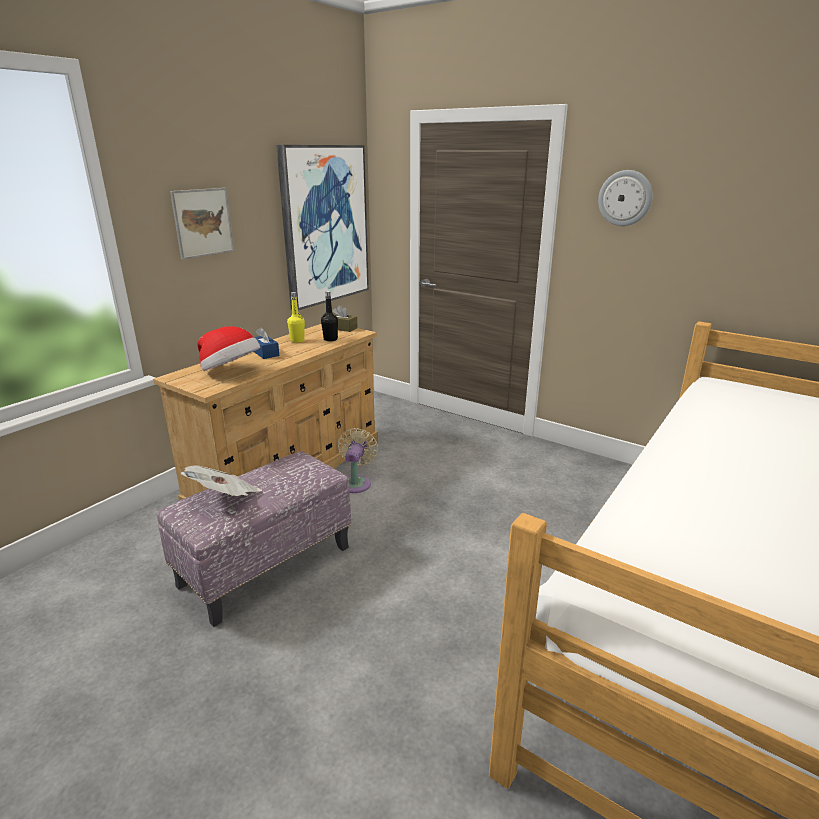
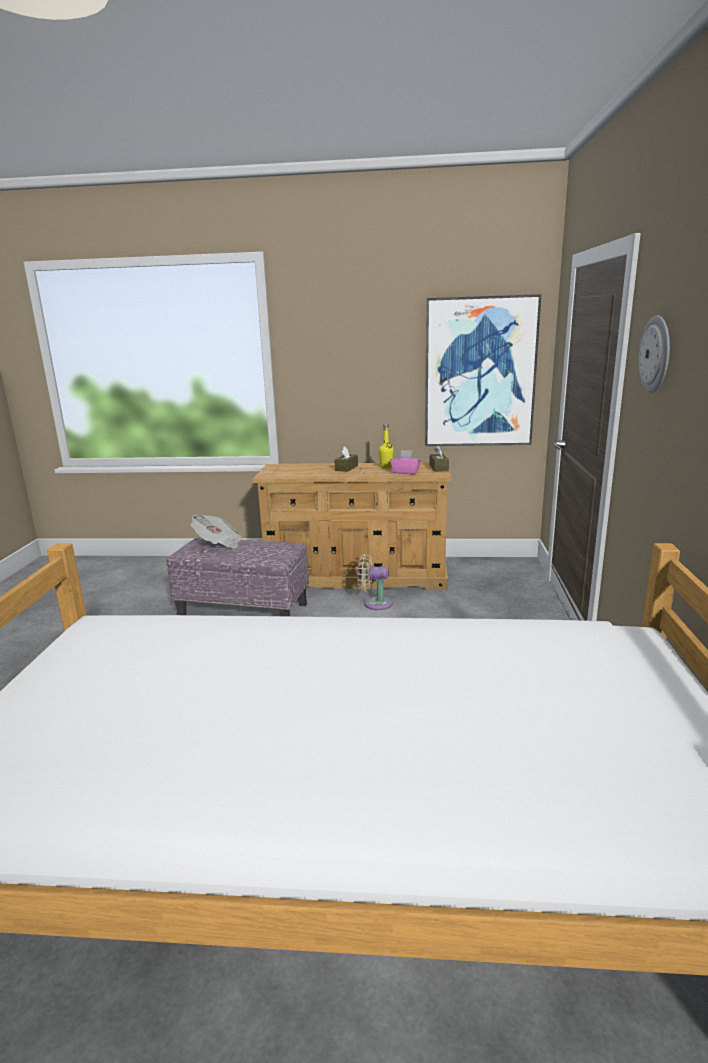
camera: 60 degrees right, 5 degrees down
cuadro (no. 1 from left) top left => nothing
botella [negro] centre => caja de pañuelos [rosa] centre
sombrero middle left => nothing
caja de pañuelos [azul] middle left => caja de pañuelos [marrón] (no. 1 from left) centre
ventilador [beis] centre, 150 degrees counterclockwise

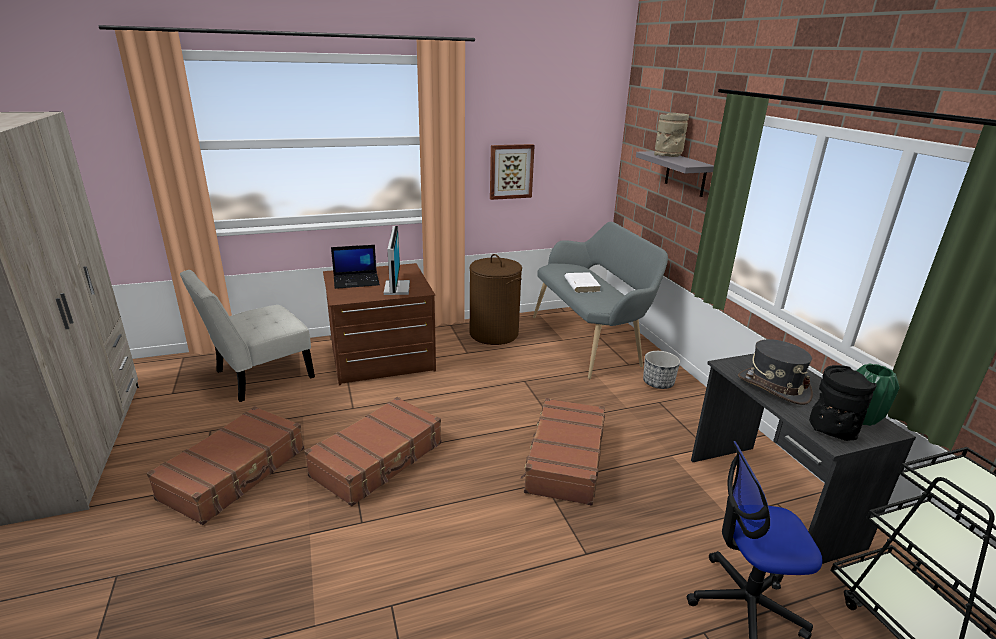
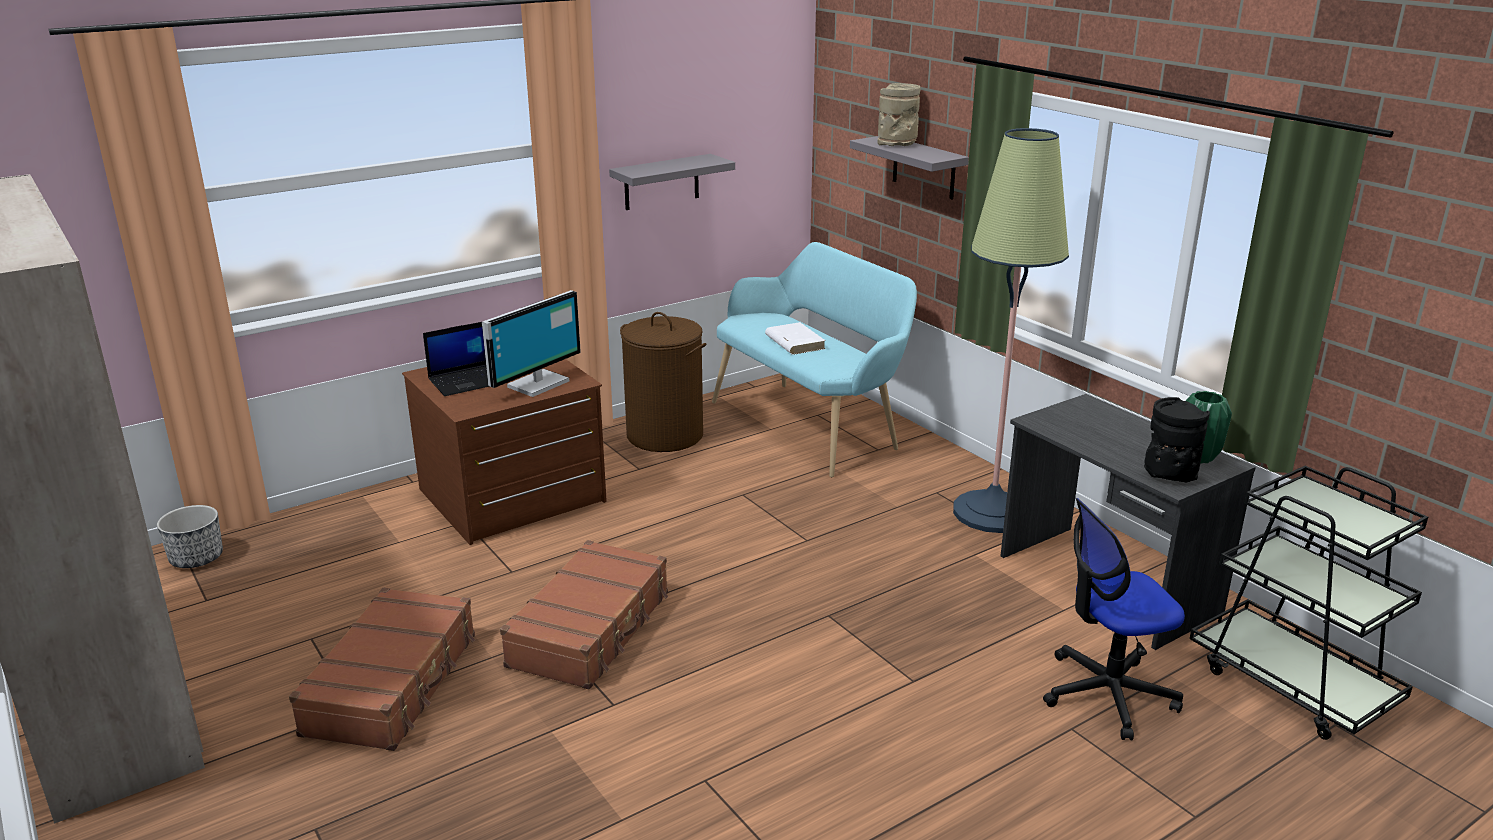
camera: 15 degrees left, 0 degrees up
cuadro top centre => estante [gris] (no. 1 from left) top centre
banco [gris] centre => banco [turquesa] centre
monitor centre, 60 degrees clockwise
silla [blanco] middle left => nothing
sombrero [gris] middle right => nothing
maceta centre => maceta middle left, relocated
maleta [marrón] (no. 3 from left) bottom centre => nothing
nothing => lámpara de pie middle right

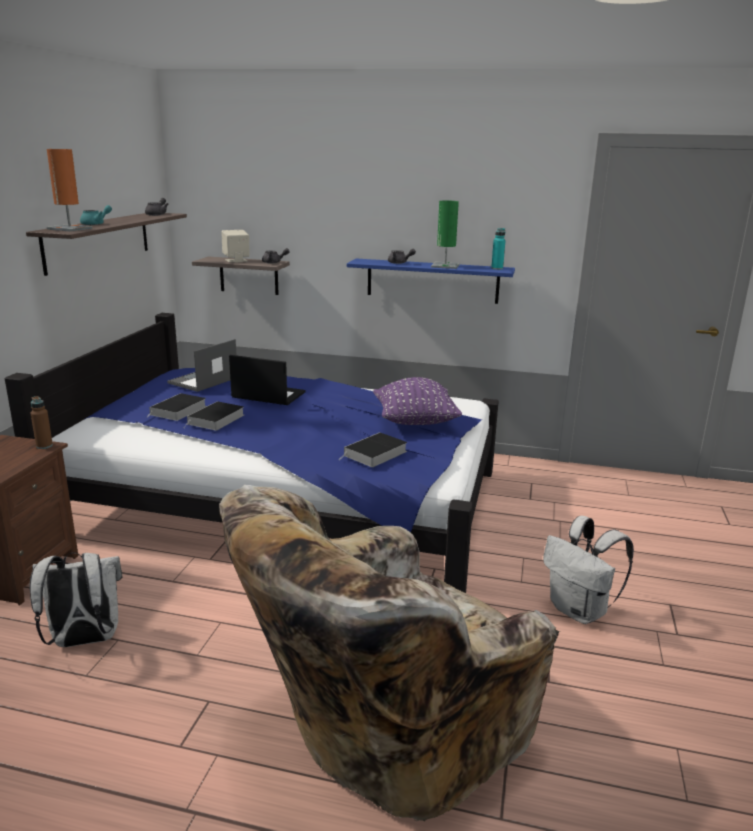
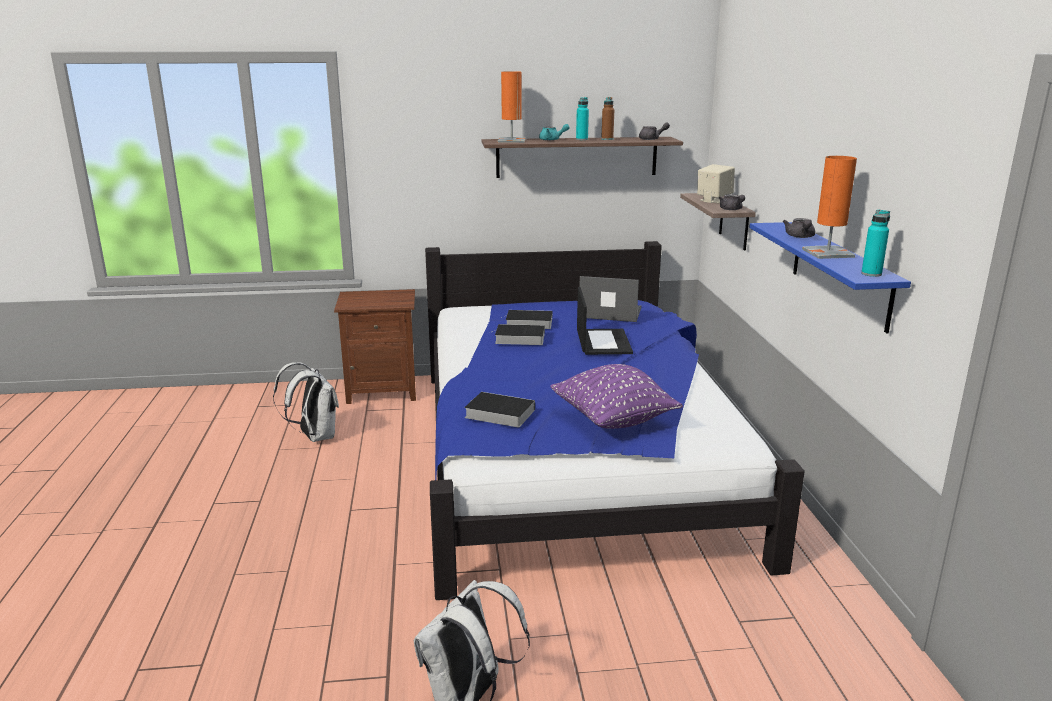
camera: 70 degrees right, 0 degrees up
lámpara de mesa [verde] top centre => lámpara de mesa [naranja] (no. 2 from left) top right
botella [marrón] middle left => botella [marrón] top centre, relocated
sillón [beis] bottom centre => nothing
nothing => botella [turquesa] (no. 1 from left) top centre

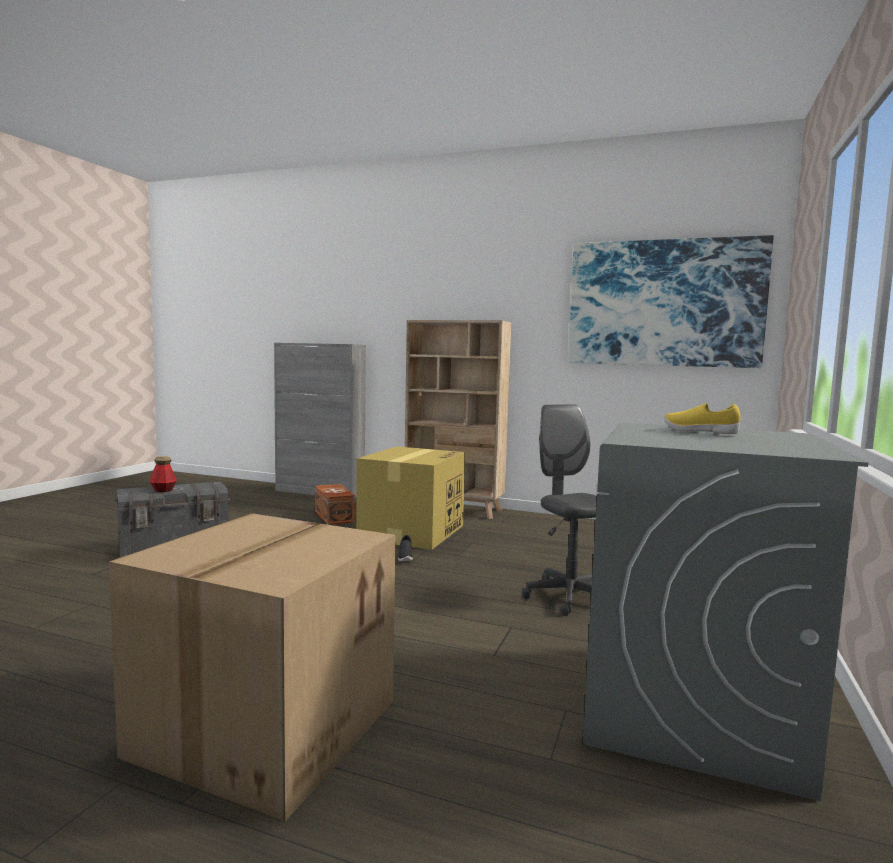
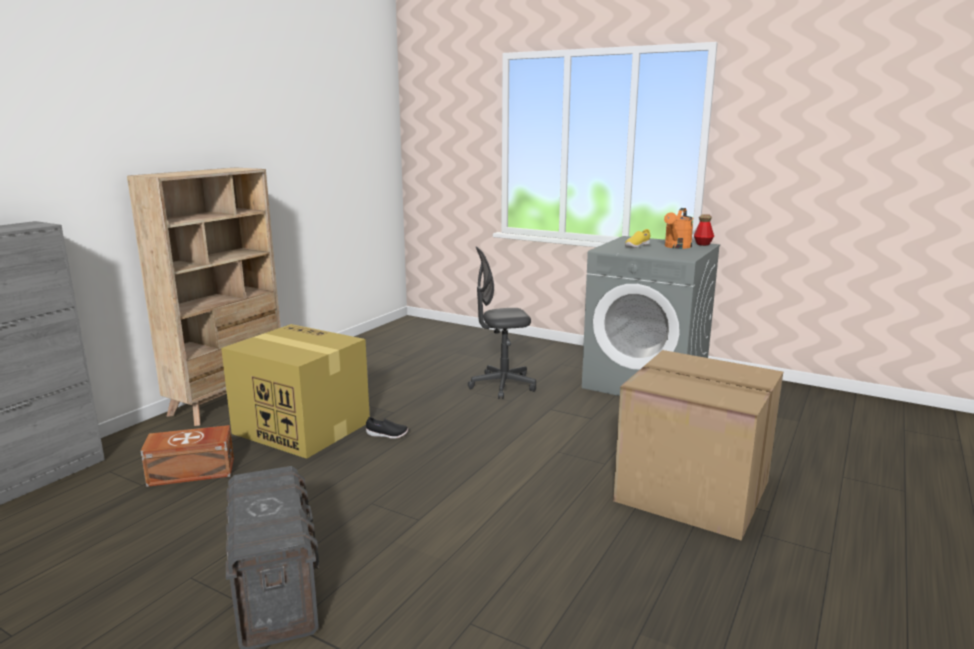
camera: 80 degrees left, 10 degrees up
cuadro middle right => nothing
botella middle left => botella middle right, relocated
nothing => regadera [naranja] middle right

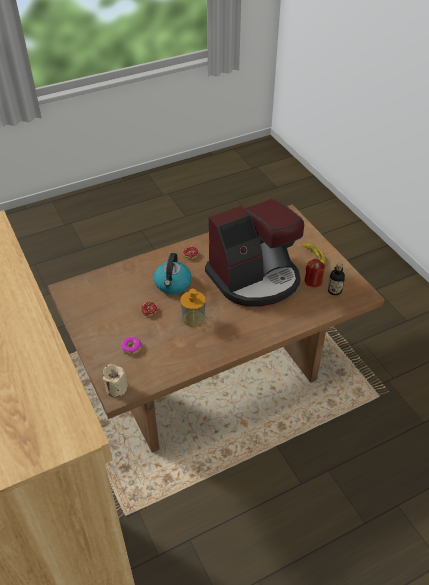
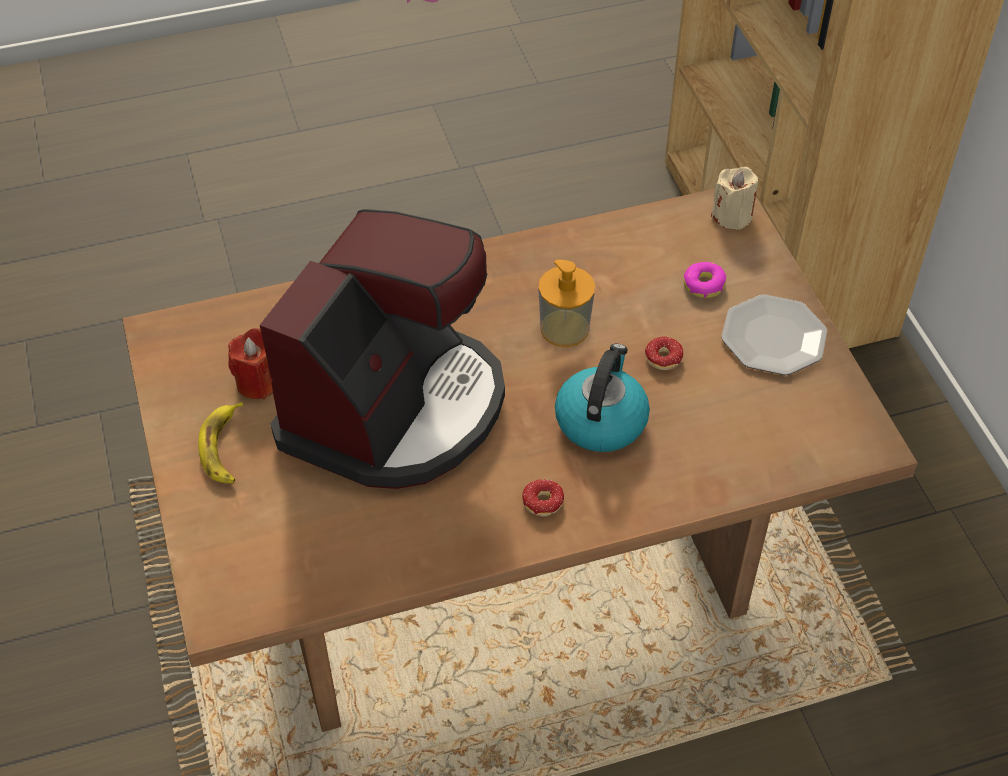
camera: 170 degrees left, 5 degrees up
cafetera centre, 135 degrees clockwise
botella middle right => nothing
nothing => plato middle right

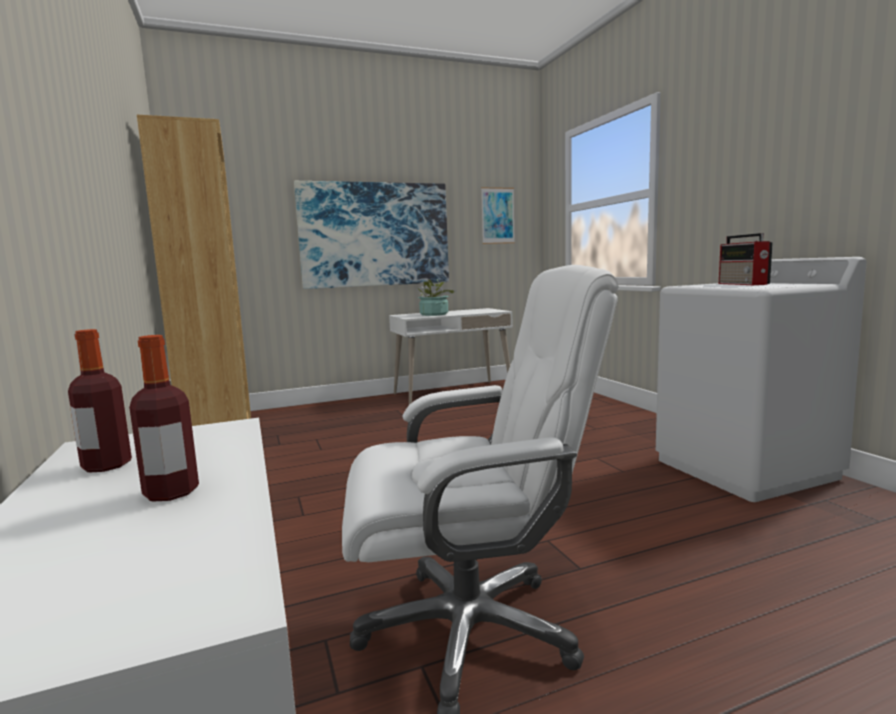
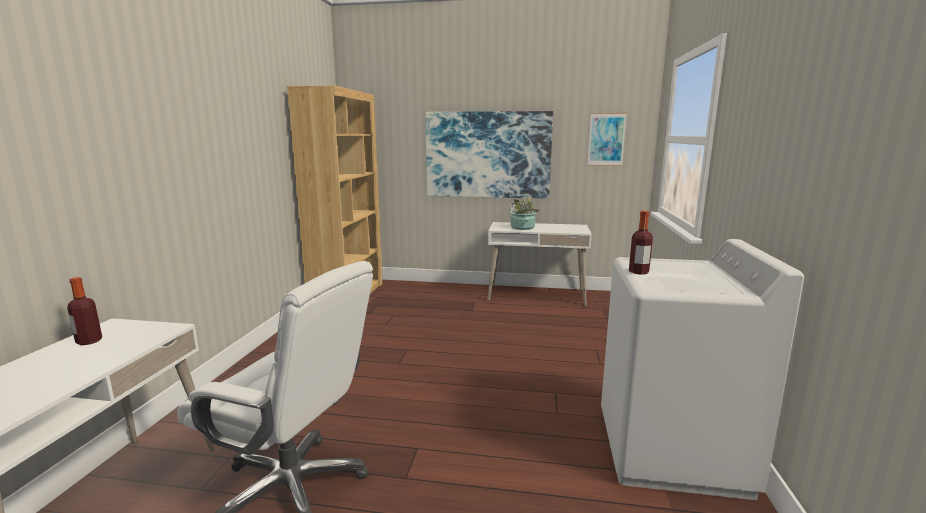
camera: 30 degrees right, 5 degrees up
radio middle right => nothing
botella (no. 2 from left) middle left => botella (no. 2 from left) middle right, relocated

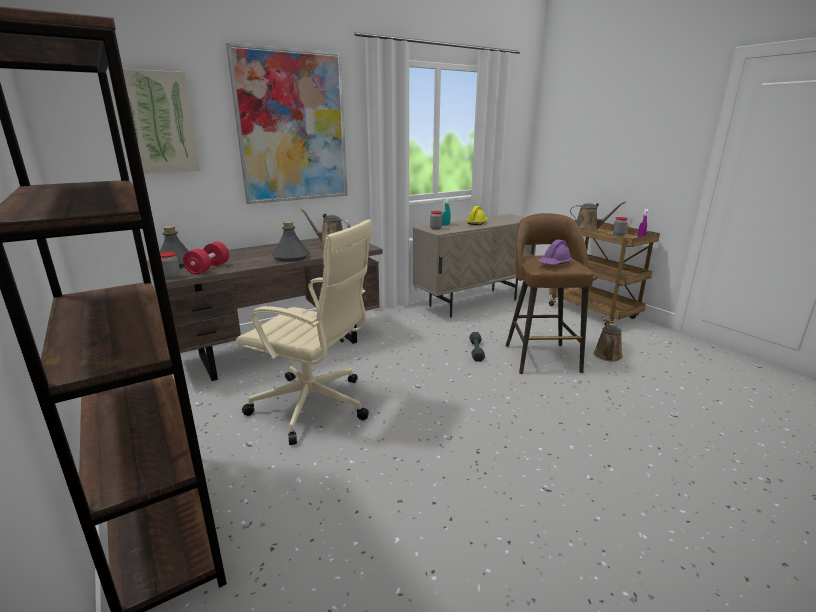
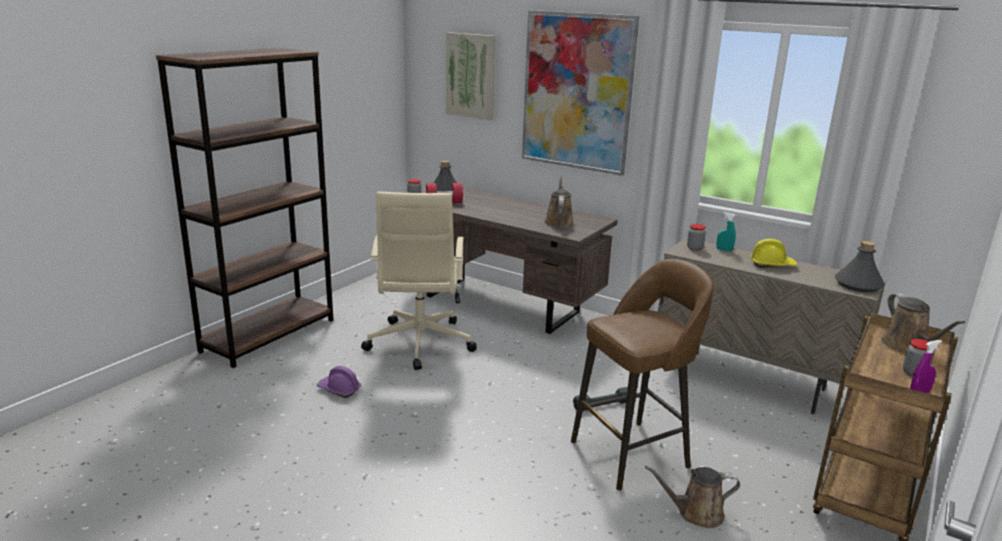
camera: 65 degrees right, 0 degrees up
botella [gris] (no. 2 from left) centre => botella [gris] (no. 2 from left) middle right, relocated
casco [morado] middle right => casco [morado] bottom centre, relocated

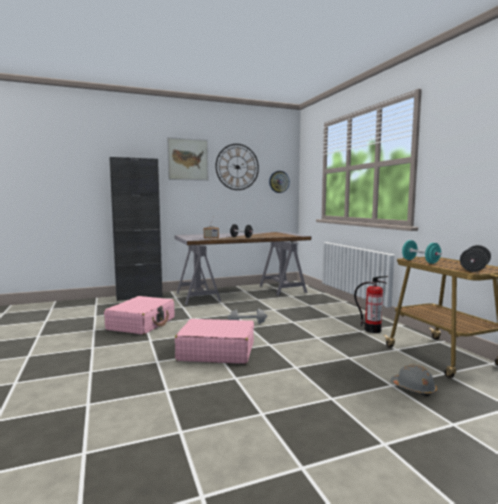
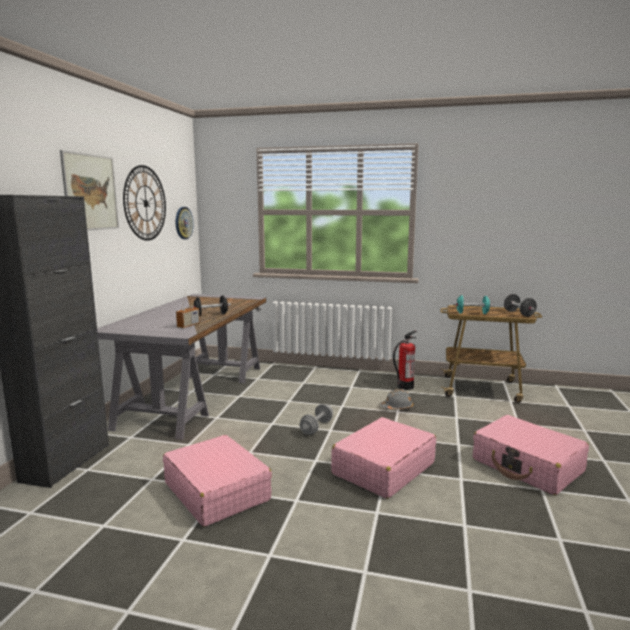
camera: 55 degrees left, 5 degrees up
casco [gris] bottom right => casco [gris] centre, relocated
nothing => maleta [rosa] (no. 3 from left) bottom right

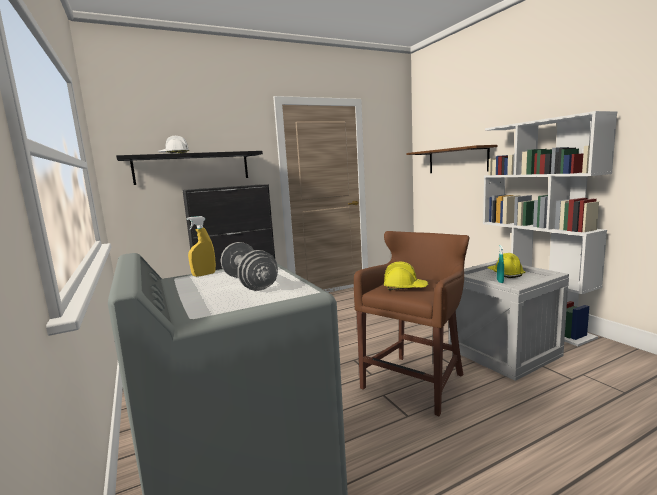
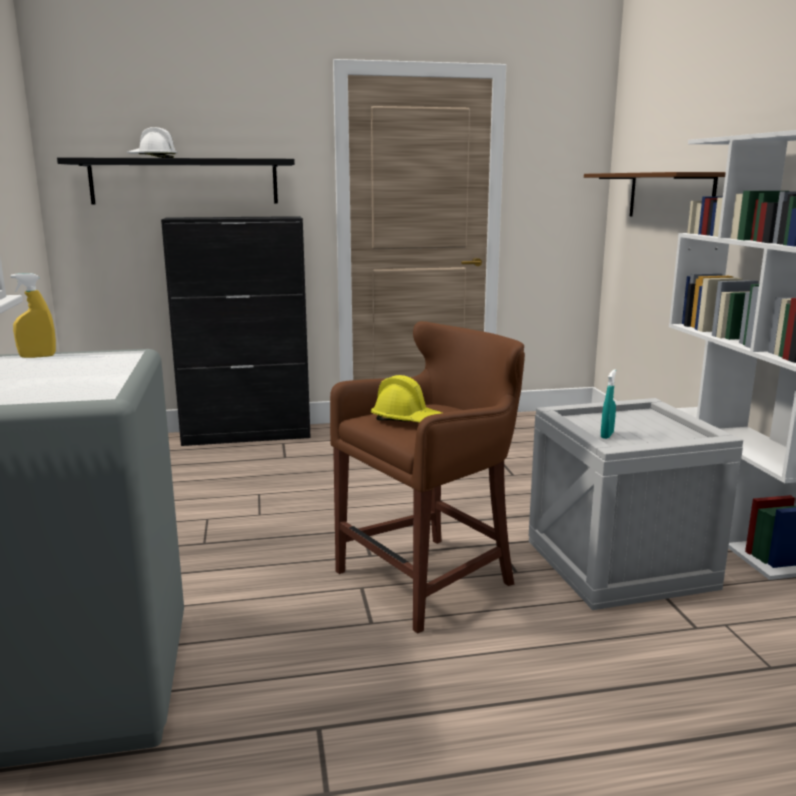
camera: 15 degrees right, 5 degrees up
mancuerna [gris] centre => nothing
casco [amarillo] (no. 2 from left) middle right => nothing

